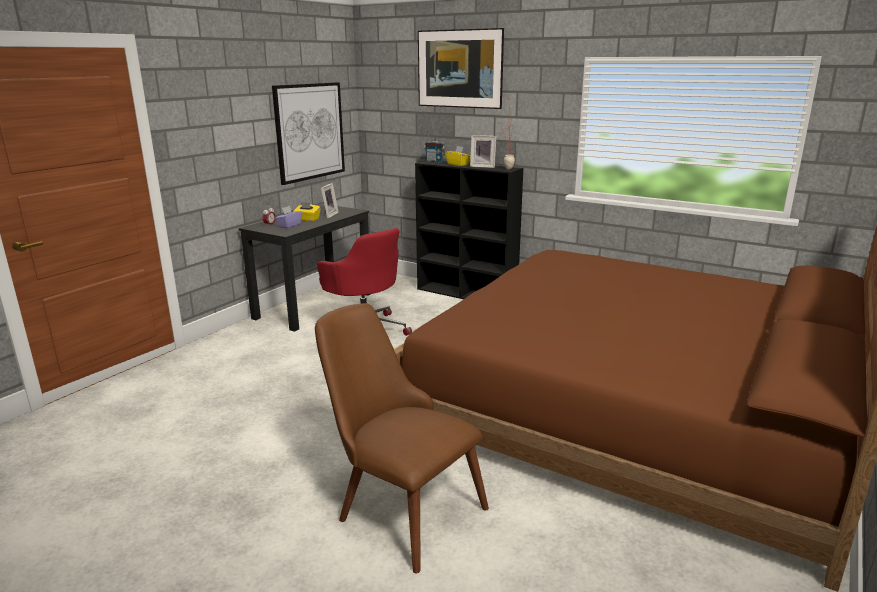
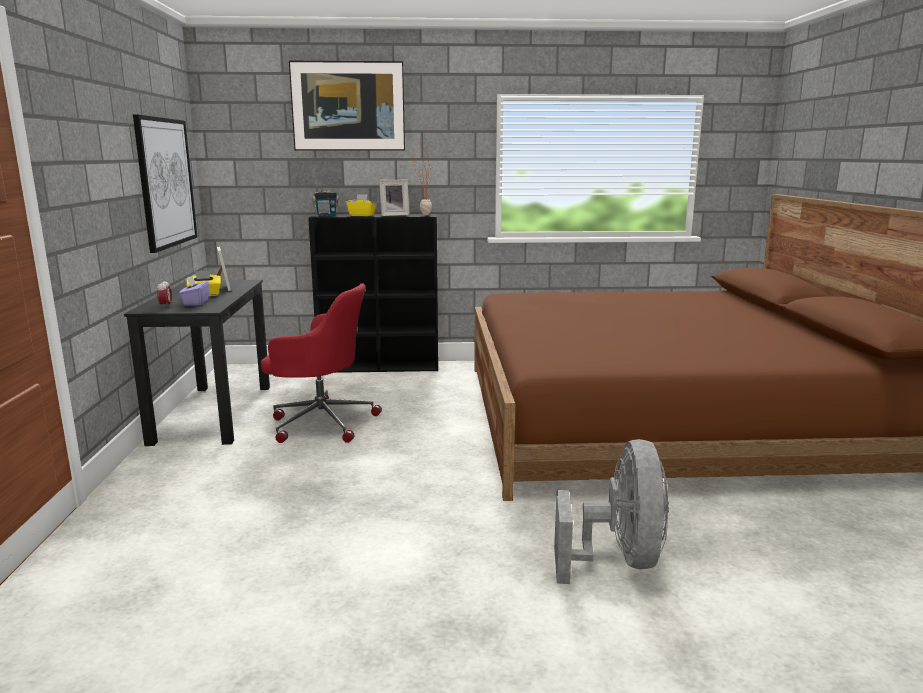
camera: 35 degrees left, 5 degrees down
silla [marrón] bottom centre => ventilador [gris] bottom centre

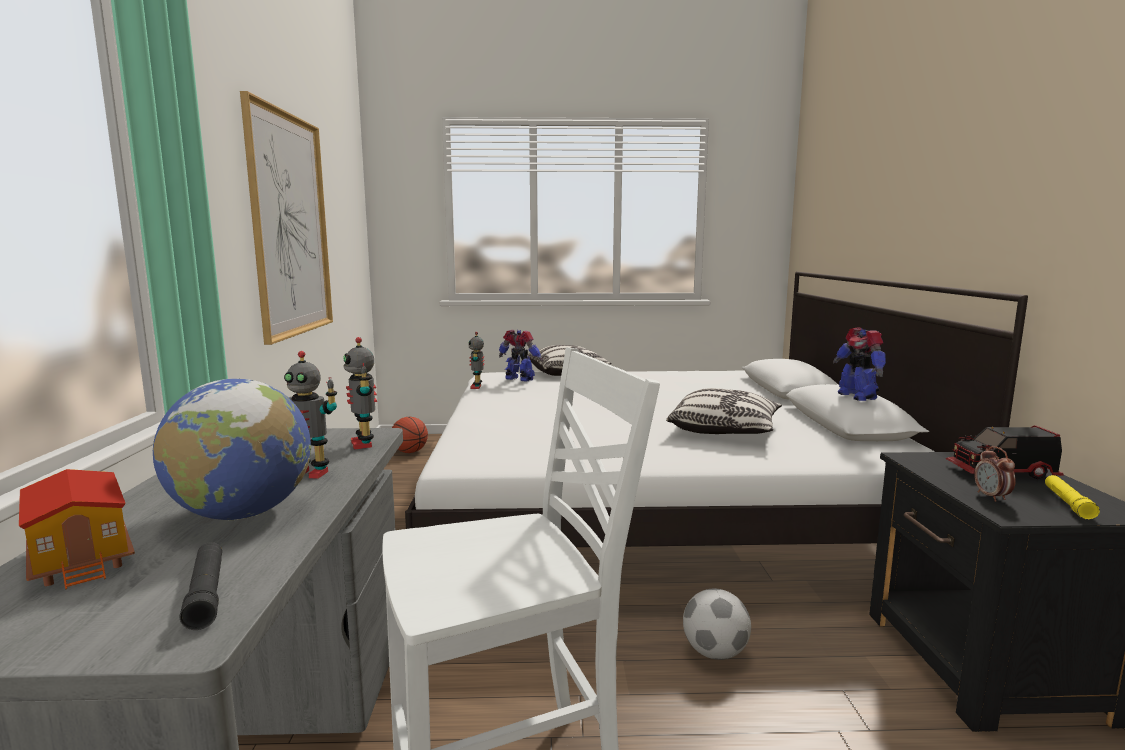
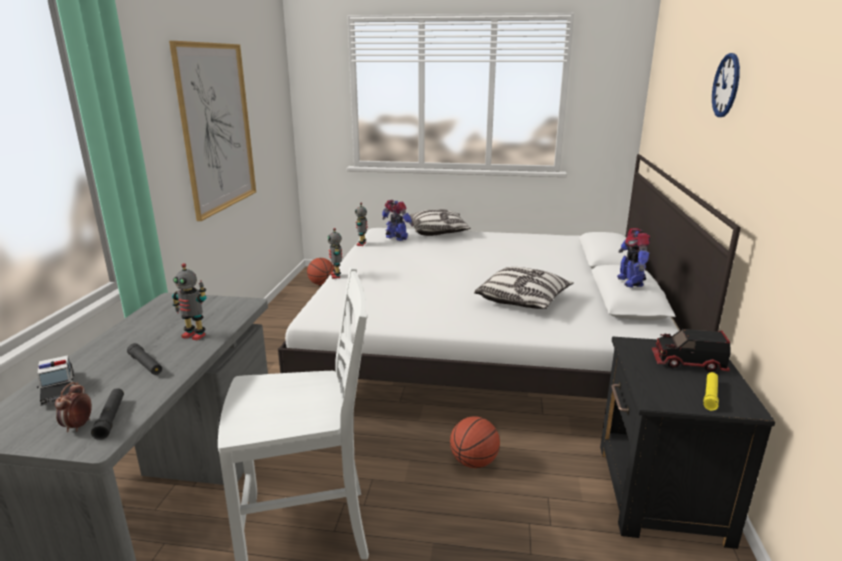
camera: 10 degrees right, 10 degrees up
robot de juguete (no. 2 from left) middle left => robot de juguete (no. 2 from left) centre, relocated
globo terráqueo middle left => linterna [negro] (no. 2 from left) middle left
despertador middle right => despertador bottom left, relocated
casita bottom left => coche de juguete bottom left
balón de fútbol bottom centre => balón de baloncesto (no. 2 from left) bottom centre
nothing => reloj de pared top right

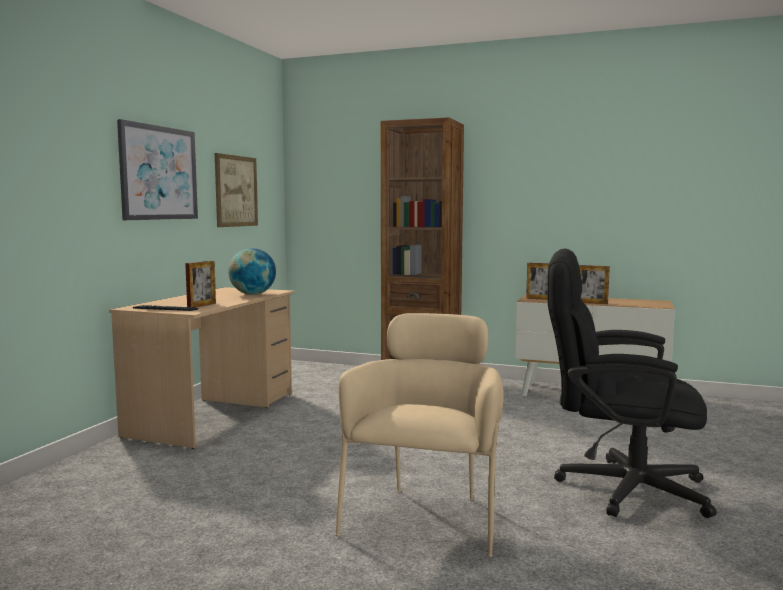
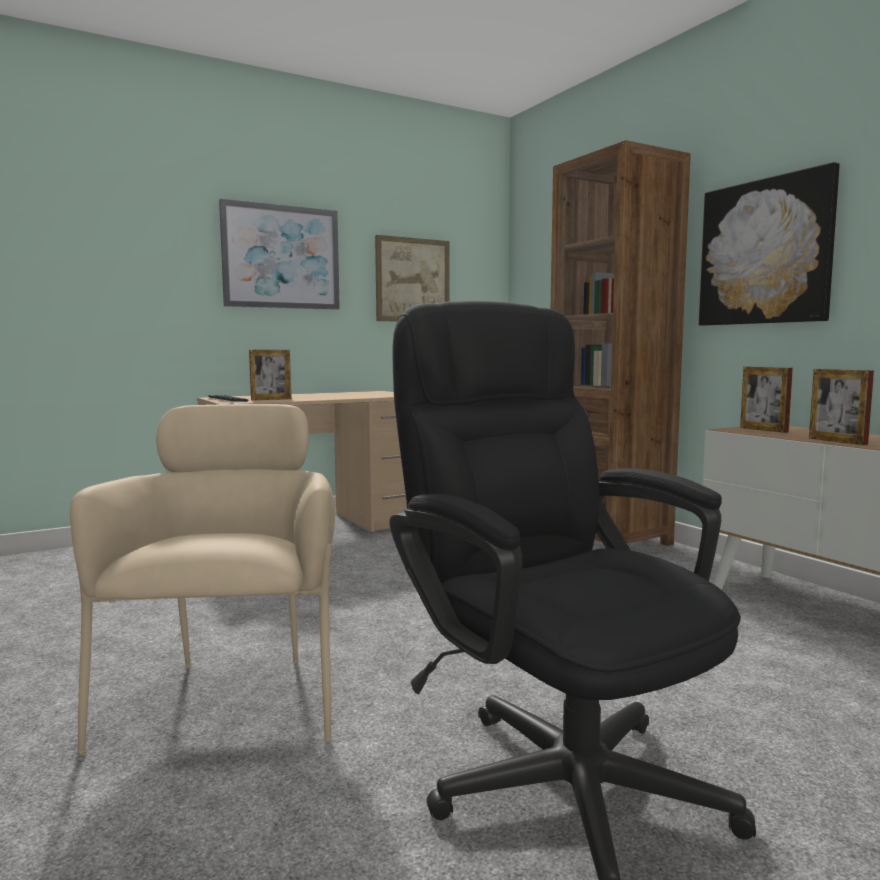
camera: 40 degrees right, 0 degrees up
globo terráqueo middle left => nothing
sillón [beis] bottom centre => sillón [beis] middle left, 60 degrees counterclockwise
nothing => cuadro (no. 3 from left) top right

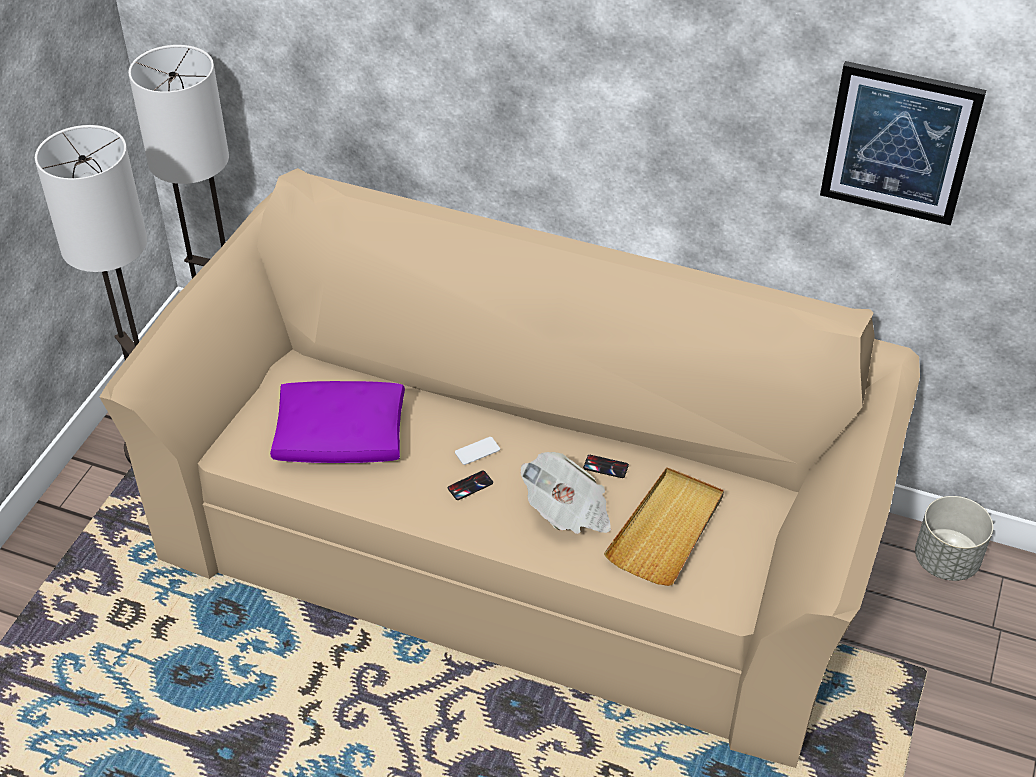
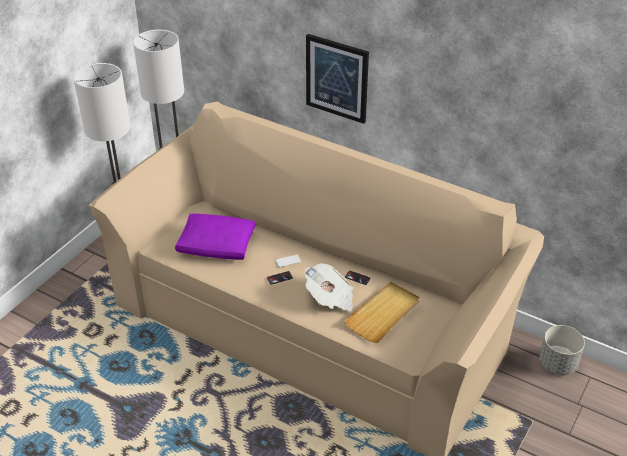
camera: 10 degrees right, 5 degrees down
cuadro top right => cuadro top centre, relocated

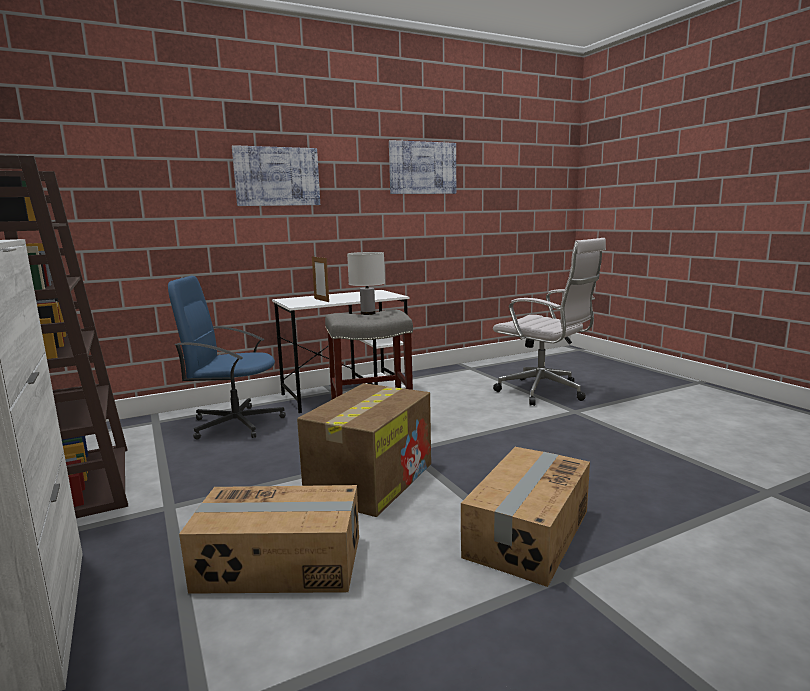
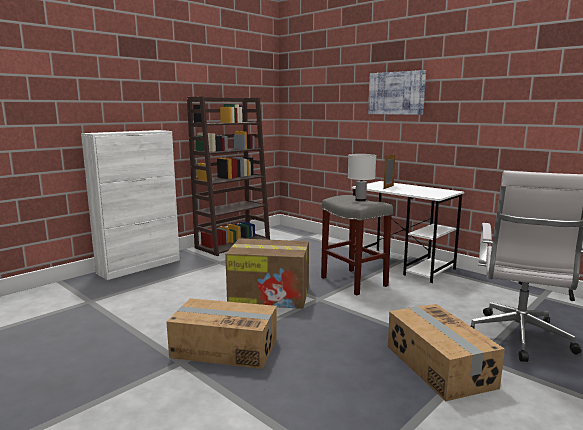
camera: 70 degrees right, 0 degrees up
cuadro (no. 2 from left) top centre => nothing
silla de oficina [azul] middle left => nothing
caja de cartón (no. 1 from left in the first image) bottom left => caja de cartón (no. 3 from left) bottom right, relocated

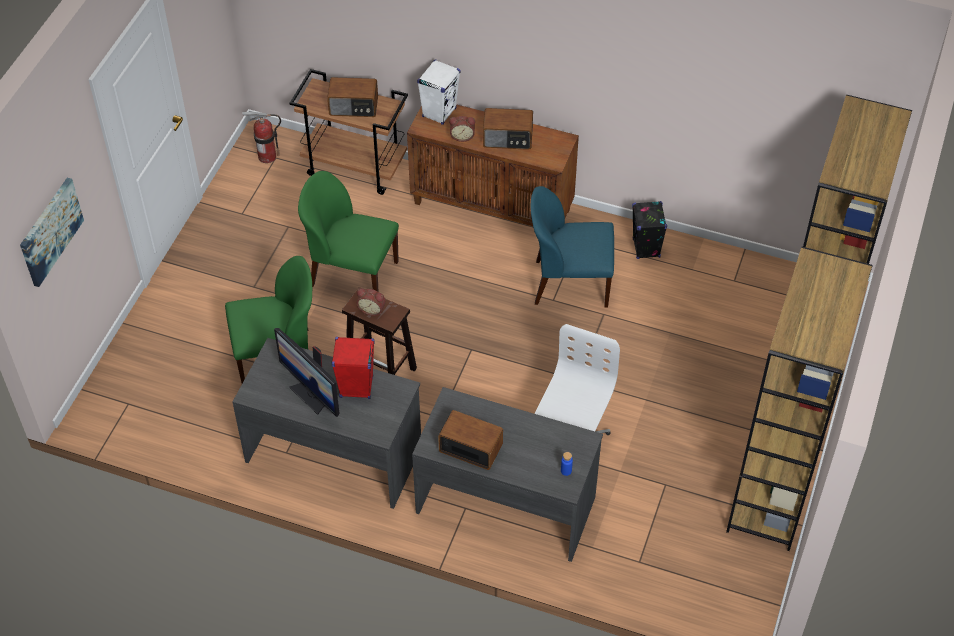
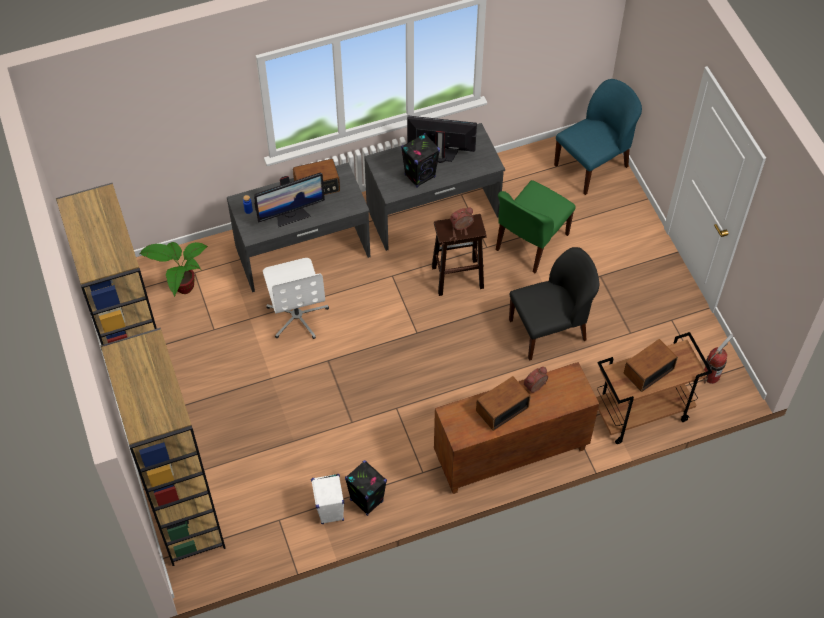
camera: 140 degrees right, 5 degrees up
altavoz [blanco] top centre => altavoz [blanco] bottom centre, relocated
silla [verde] (no. 2 from left) centre => silla [negro] middle right
cuadro middle left => nothing
silla [azul] centre => silla [azul] top right, relocated
altavoz [rojo] centre => altavoz [negro] (no. 2 from left) top centre
nothing => monitor (no. 1 from left) top centre
nothing => planta en maceta middle left

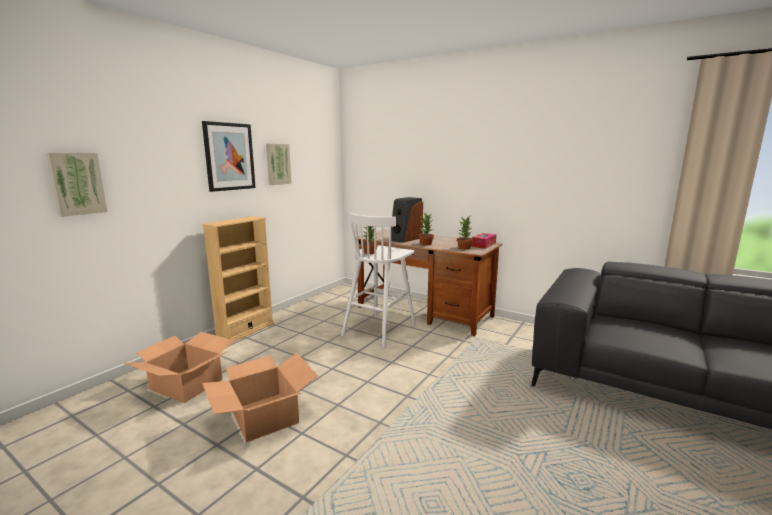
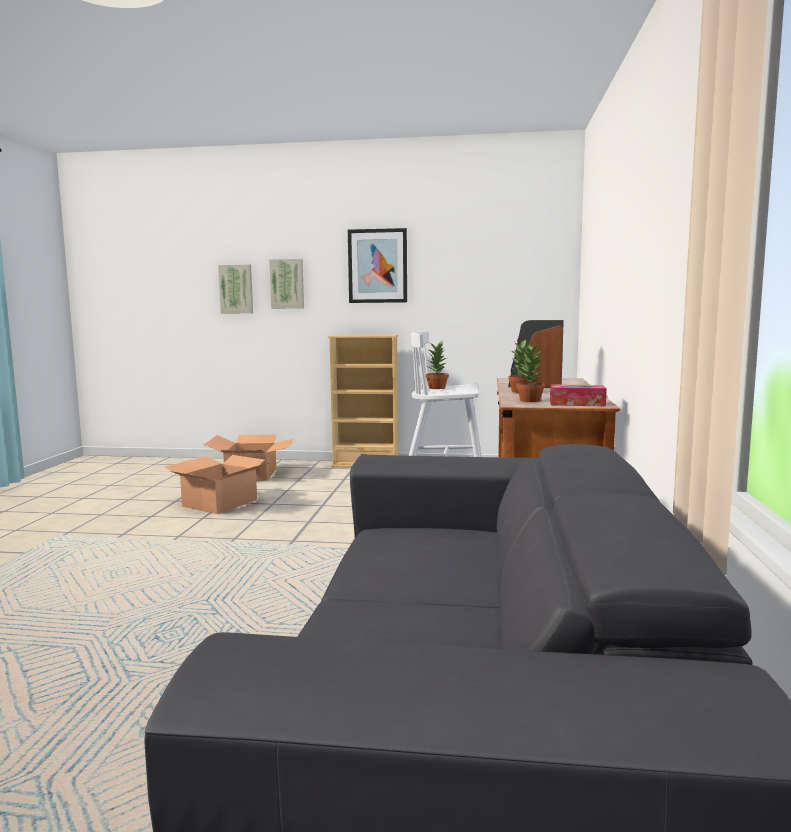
camera: 65 degrees right, 5 degrees down
cuadro (no. 3 from left in the first image) top centre => cuadro (no. 2 from left) centre, relocated

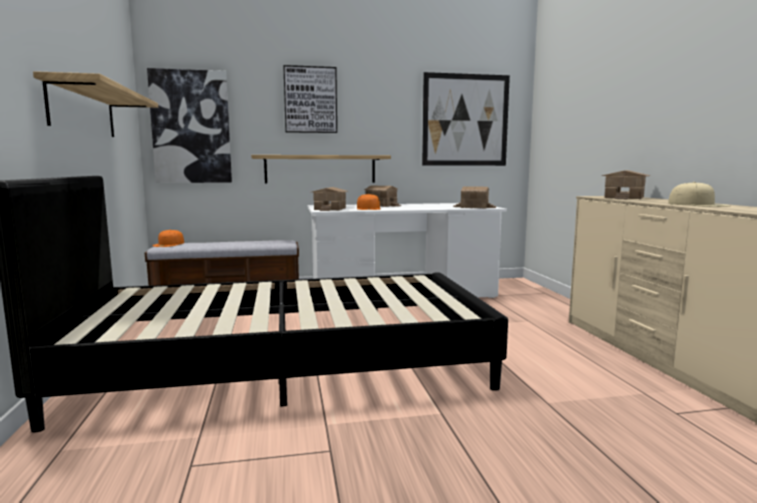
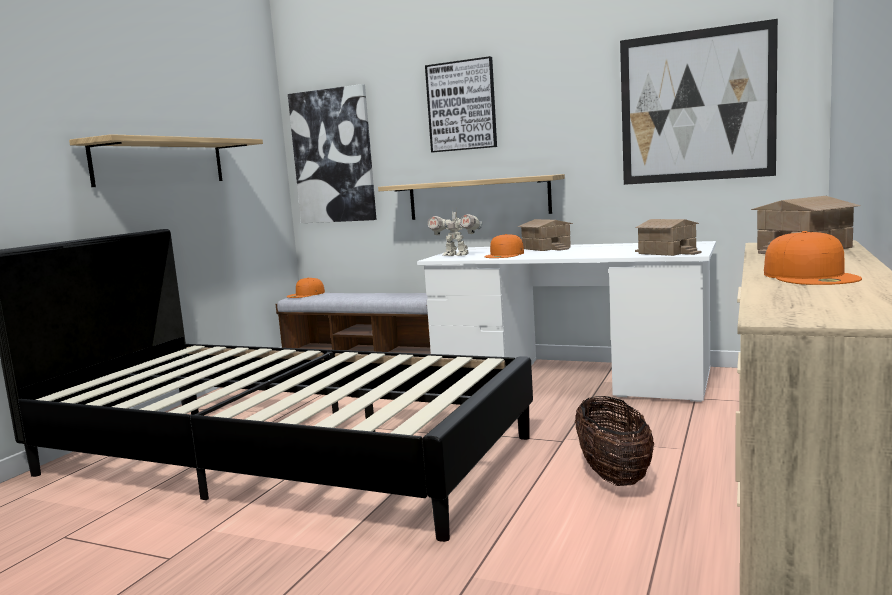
camera: 35 degrees right, 0 degrees up
gorra [beis] middle right => gorra [naranja] (no. 3 from left) middle right
casita (no. 1 from left) centre => robot de juguete centre
nothing => cesta bottom right

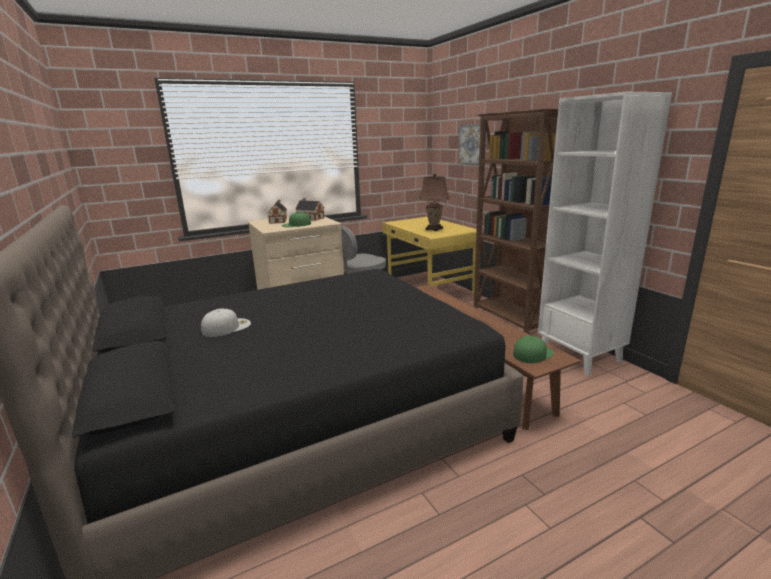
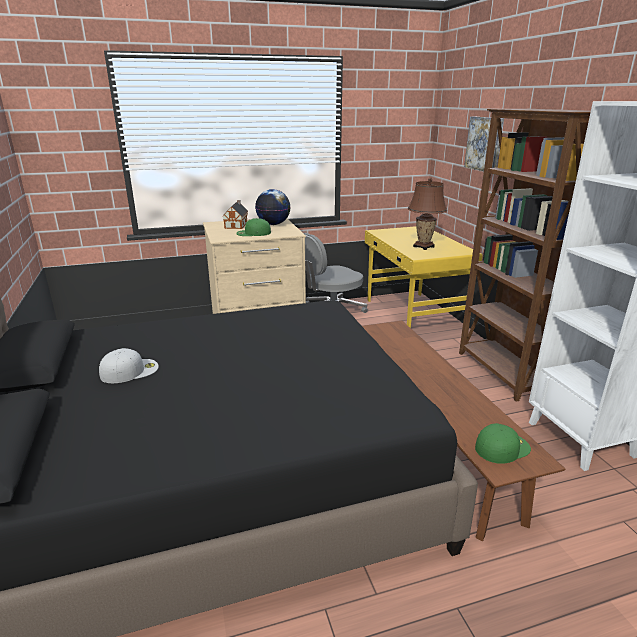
camera: 10 degrees right, 5 degrees up
casita (no. 2 from left) centre => globo terráqueo top centre

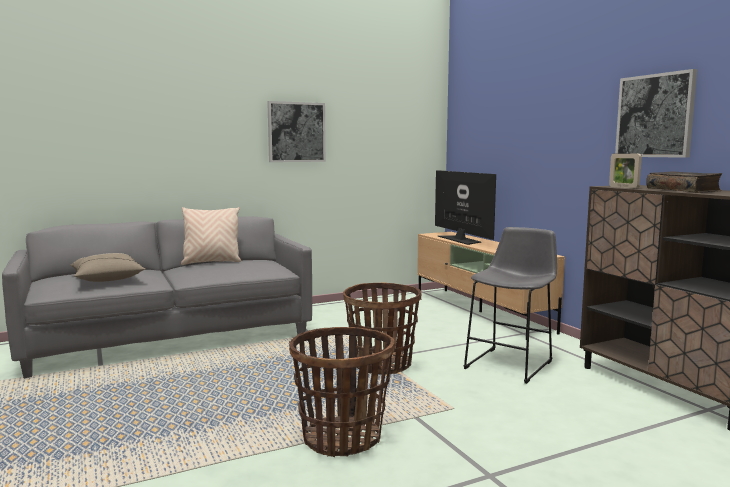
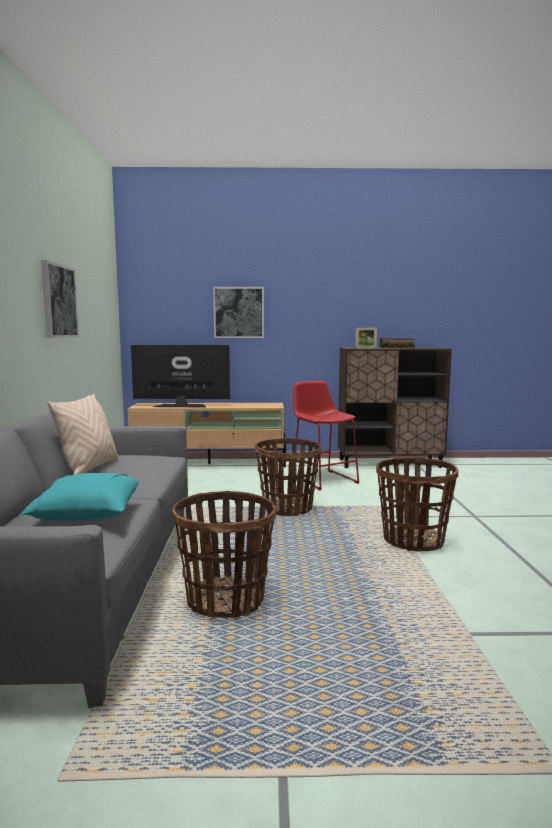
camera: 65 degrees left, 0 degrees up
cuadro (no. 2 from left) top right => cuadro (no. 2 from left) centre, relocated
taburete [gris] middle right => taburete [rojo] centre
cojín [beis] (no. 1 from left) middle left => cojín [turquesa] middle left
nothing => cesta (no. 1 from left) bottom centre

